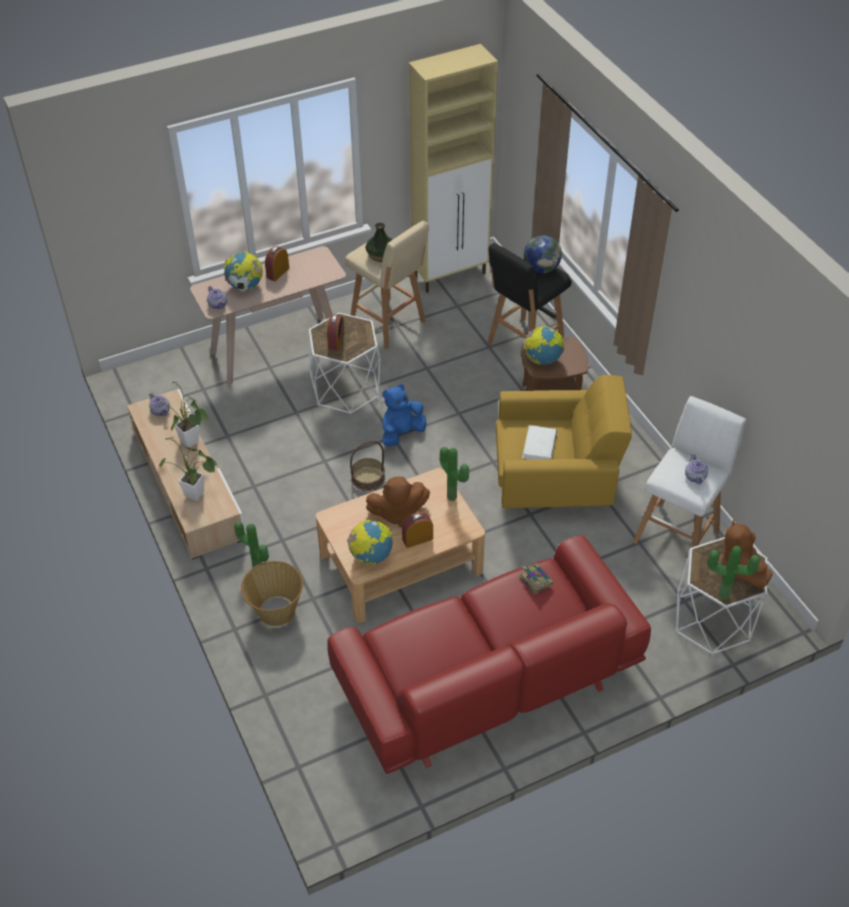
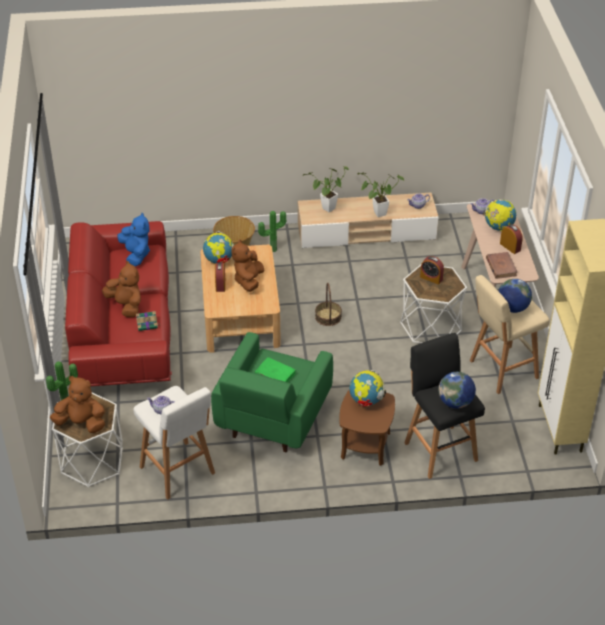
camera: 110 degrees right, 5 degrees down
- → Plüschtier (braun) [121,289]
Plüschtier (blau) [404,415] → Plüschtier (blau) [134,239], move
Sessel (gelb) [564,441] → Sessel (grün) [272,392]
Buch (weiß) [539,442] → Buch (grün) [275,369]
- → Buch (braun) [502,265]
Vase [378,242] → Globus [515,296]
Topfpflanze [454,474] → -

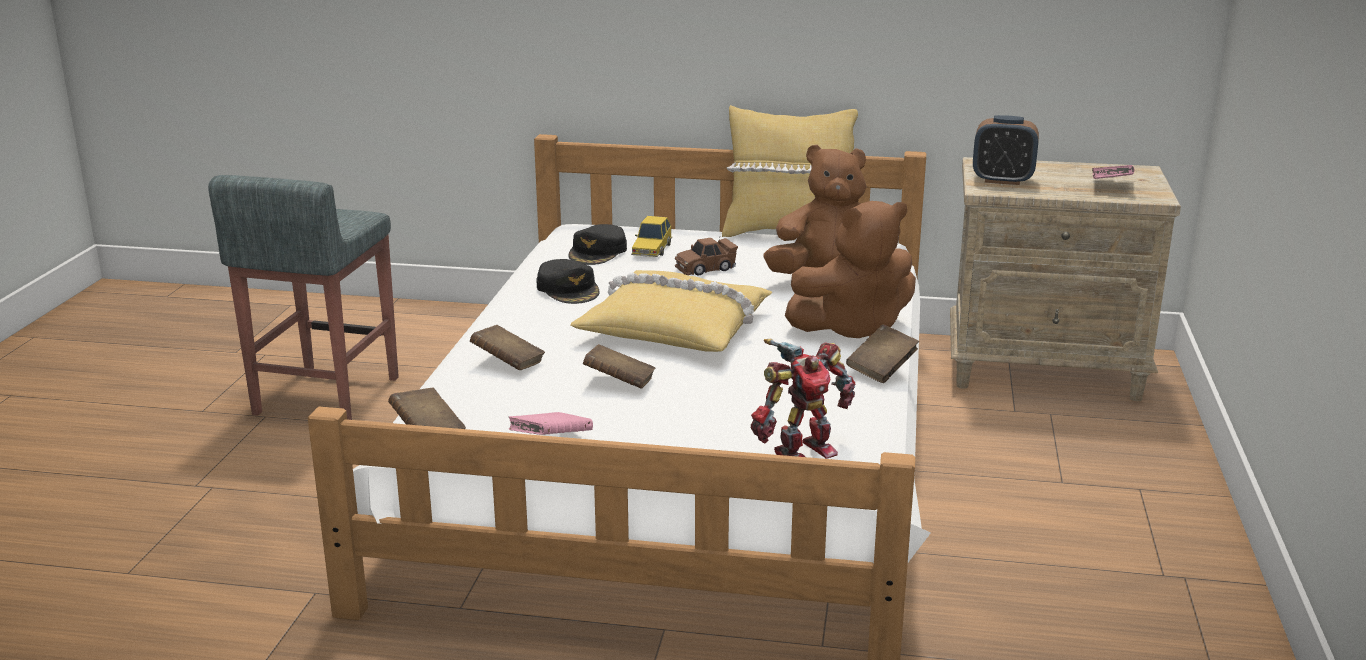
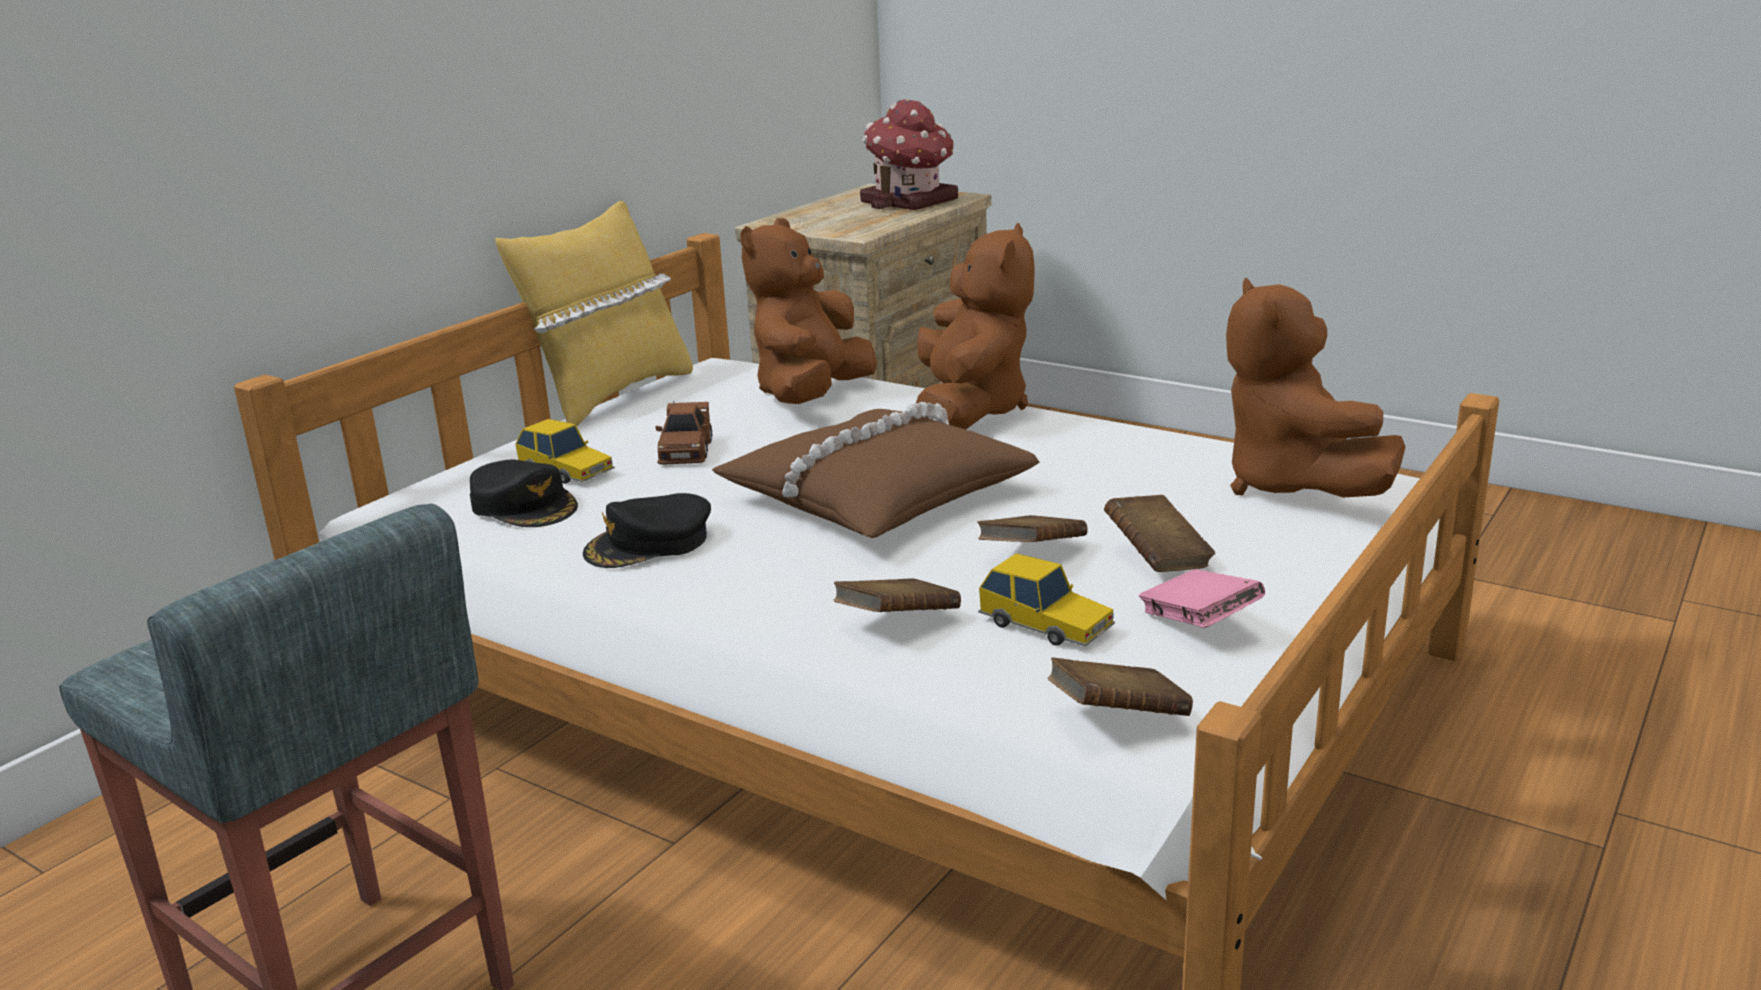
camera: 65 degrees left, 0 degrees up
Kappe (schwarz) [568,281] → Kappe (schwarz) [647,530], 150 degrees clockwise
Kissen (gelb) [671,311] → Kissen (braun) [876,470]
Buch (rosa) [1113,172] → Spielzeughaus [909,154]
- → Spielzeugauto [1046,600]
Buch (braun) [882,354] → Buch (braun) [1159,533], move
Spielzeugroboter [803,398] → Plüschtier (braun) [1315,387]
Wecker [1006,150] → -

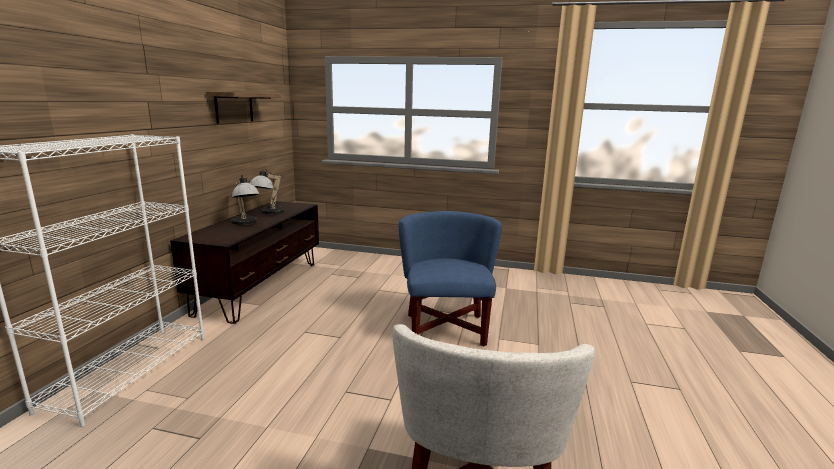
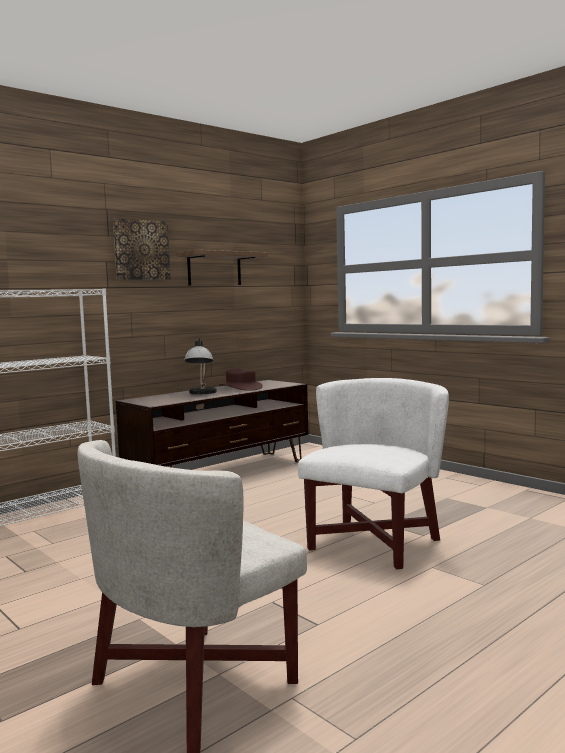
camera: 35 degrees right, 10 degrees down
- → Bild [142,249]
Tischlampe [267,191] → Hut (braun) [241,379]
Sessel (blau) [450,278] → Sessel (weiß) [373,473]

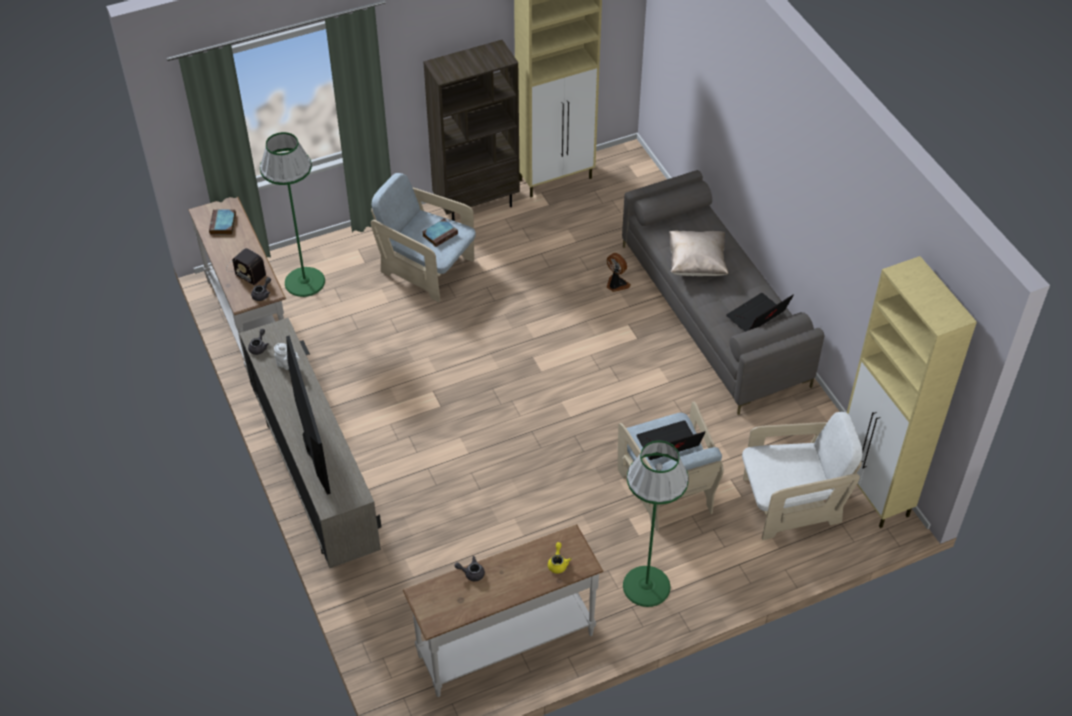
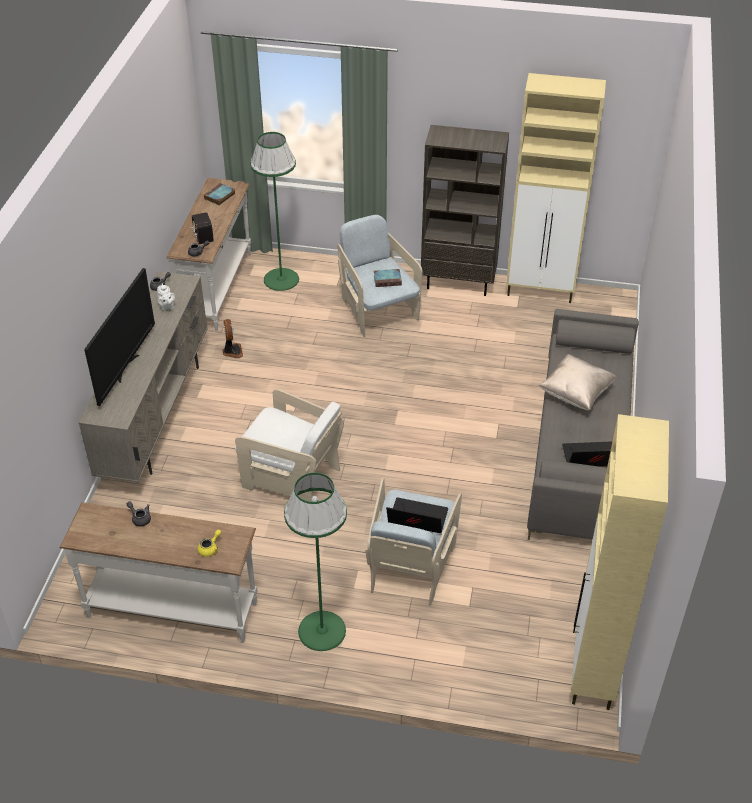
camera: 35 degrees right, 5 degrees down
Ventilator [619,272] → Ventilator [233,338], move
Sessel (weiß) [802,476] → Sessel (weiß) [289,445], move

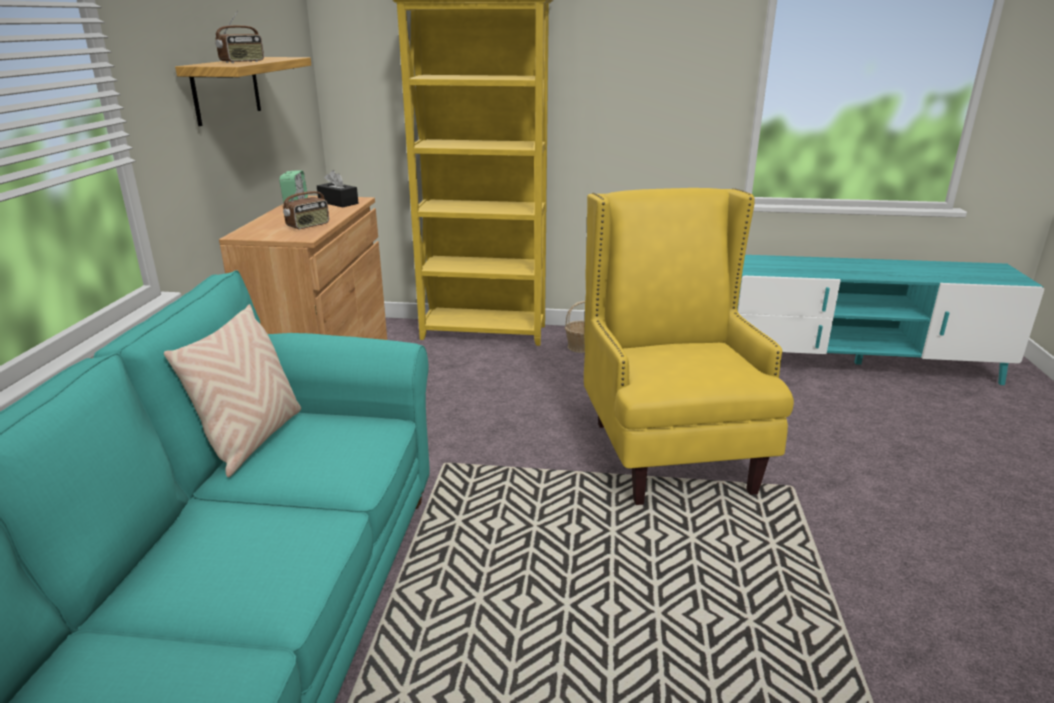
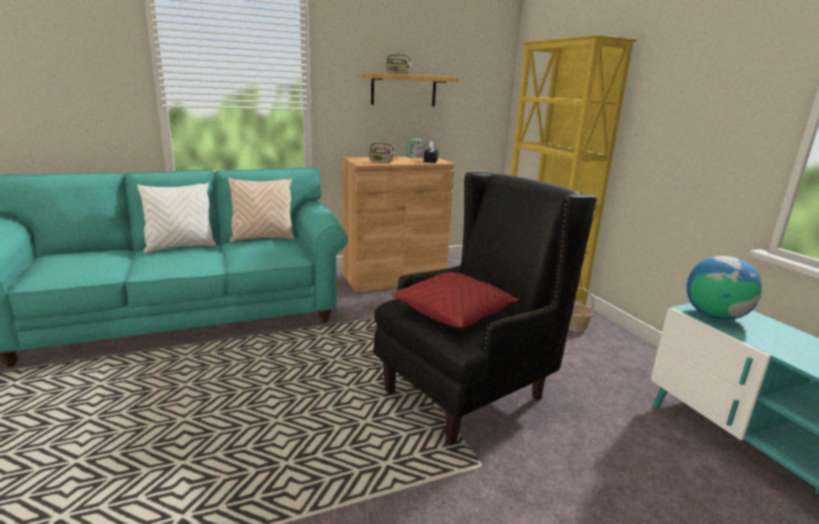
camera: 60 degrees right, 5 degrees down
- → Kissen (weiß) [176,218]
Sessel (gelb) [689,346] → Sessel (schwarz) [485,308]
- → Kissen (rot) [455,300]
- → Globus [724,288]

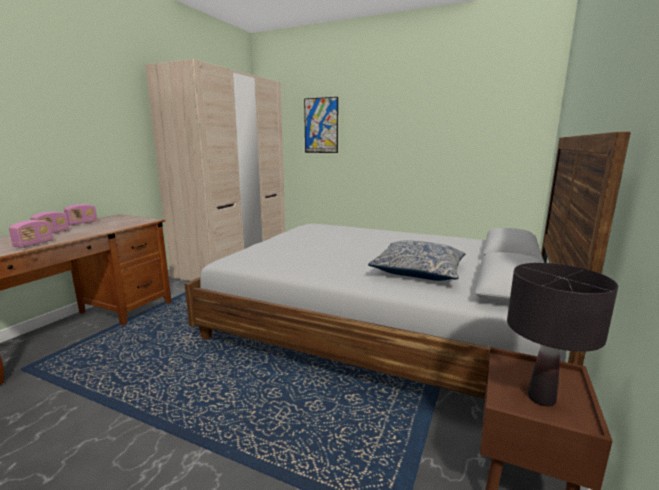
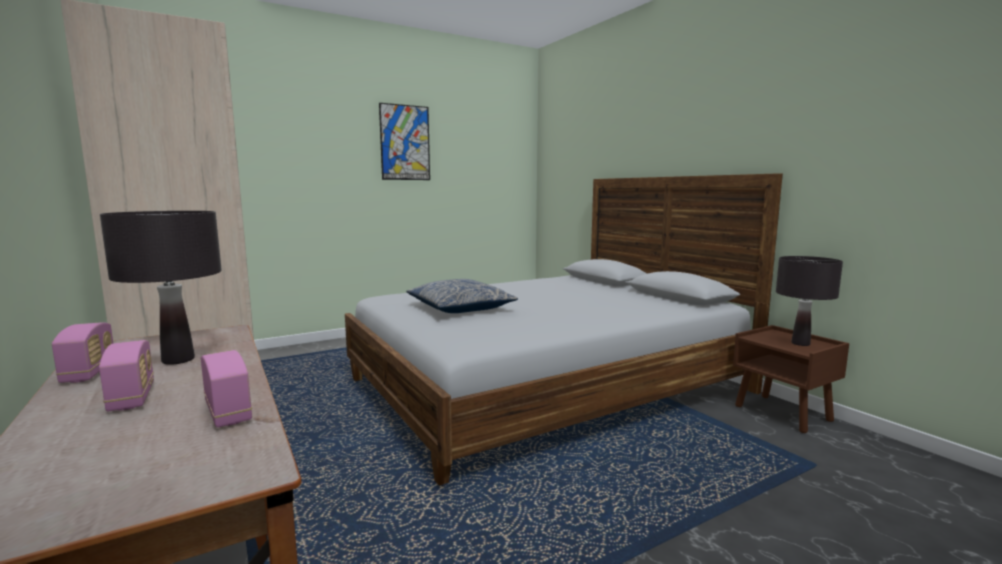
camera: 55 degrees left, 5 degrees down
- → Tischlampe (schwarz) [161,288]
Bild [321,125] → Bild [404,141], move
Kissen [416,260] → Kissen [462,296], move

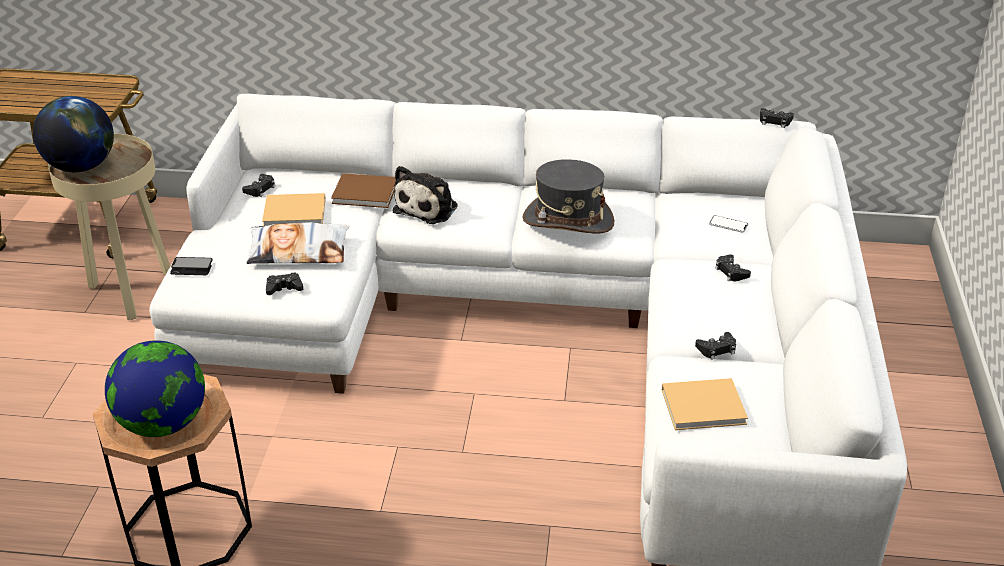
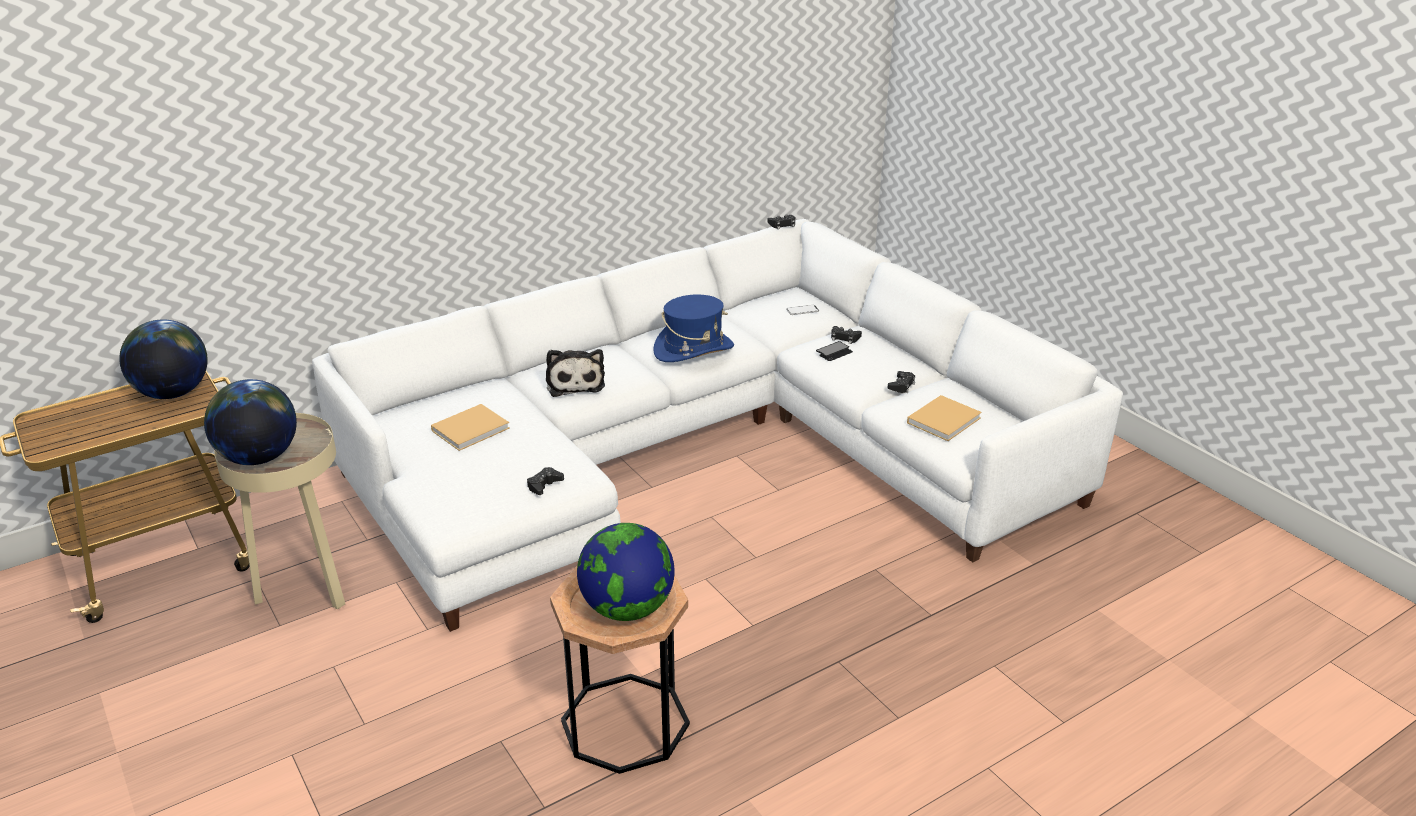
camera: 40 degrees left, 5 degrees down
- → Globus [163,359]
Hut (grau) [568,196] → Hut (blau) [693,328]
Handy [191,266] → Handy [834,351], move
Gamepad (schwarz) [258,185] → -
Kissen [297,243] → -
Buch (braun) [363,190] → -

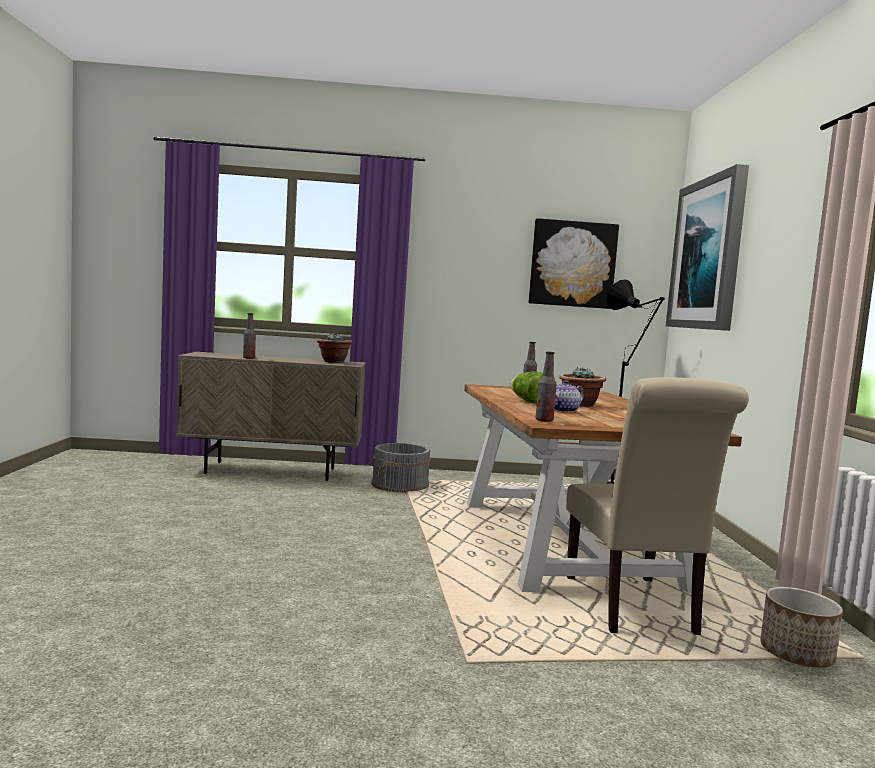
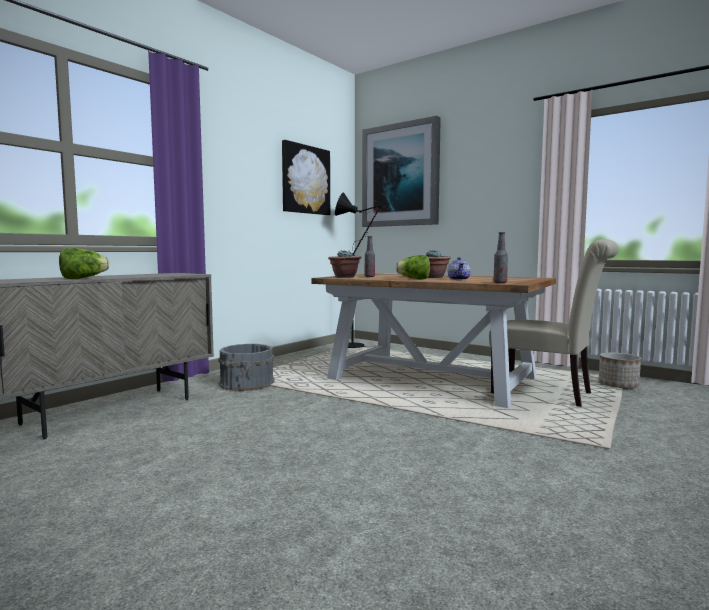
camera: 50 degrees left, 0 degrees up
Flasche [249,336] → Salatkopf [84,263]
Topfpflanze [334,348] → Topfpflanze [344,264], move

